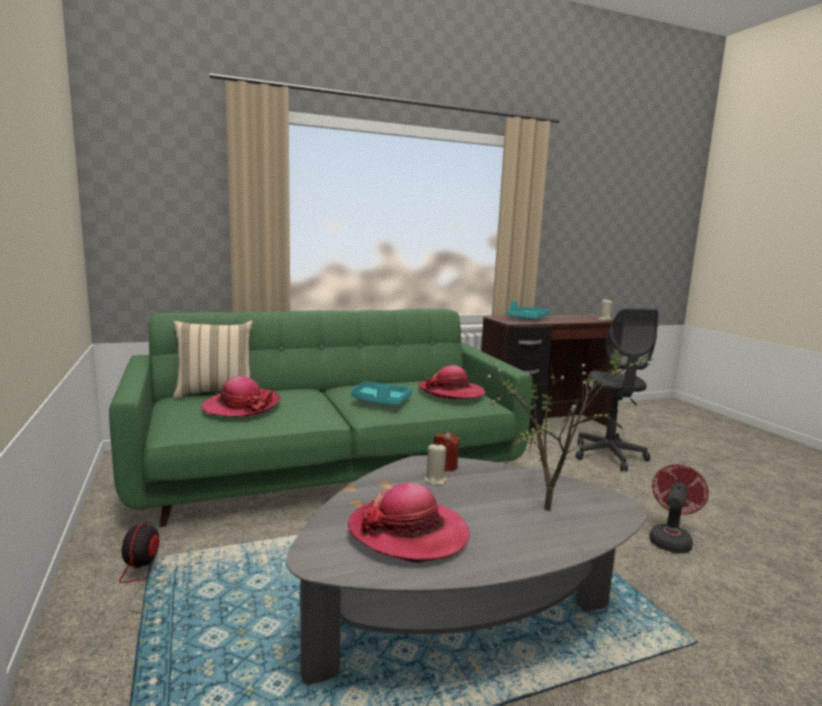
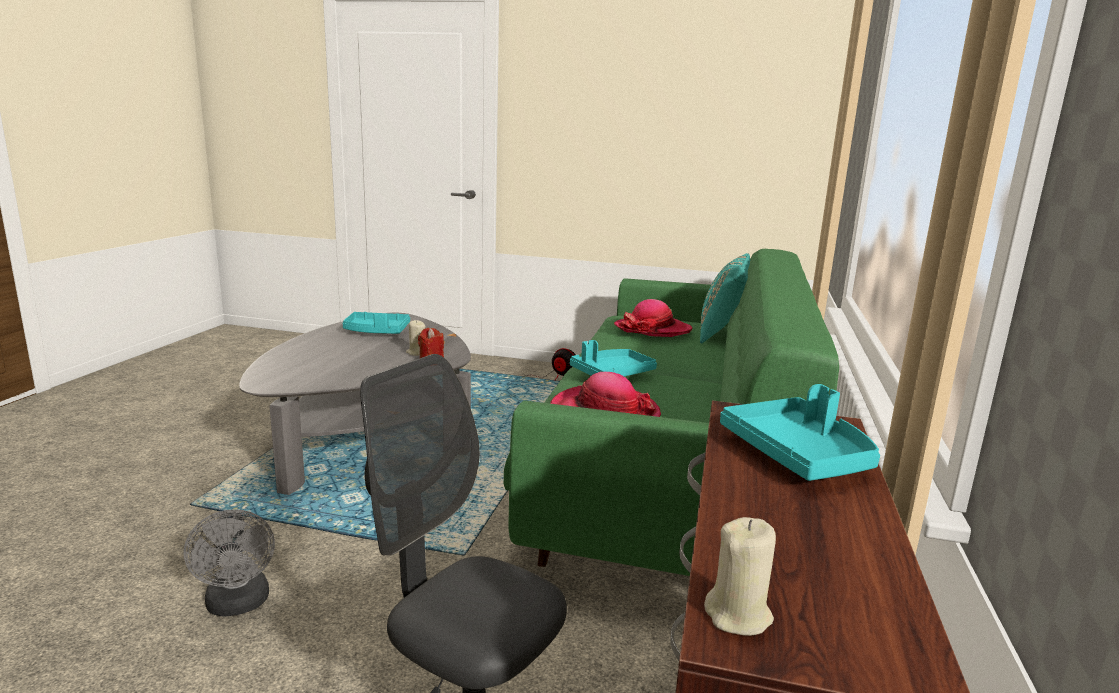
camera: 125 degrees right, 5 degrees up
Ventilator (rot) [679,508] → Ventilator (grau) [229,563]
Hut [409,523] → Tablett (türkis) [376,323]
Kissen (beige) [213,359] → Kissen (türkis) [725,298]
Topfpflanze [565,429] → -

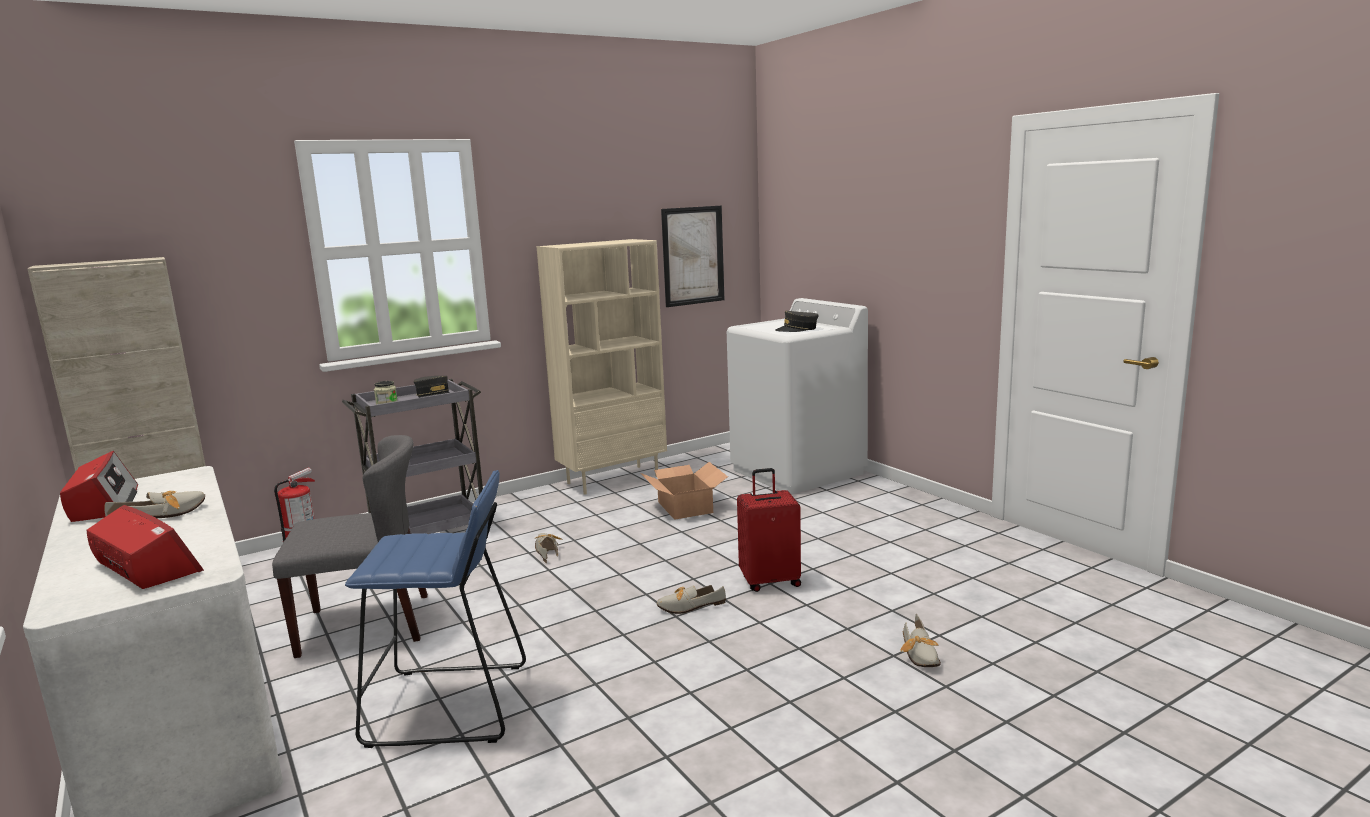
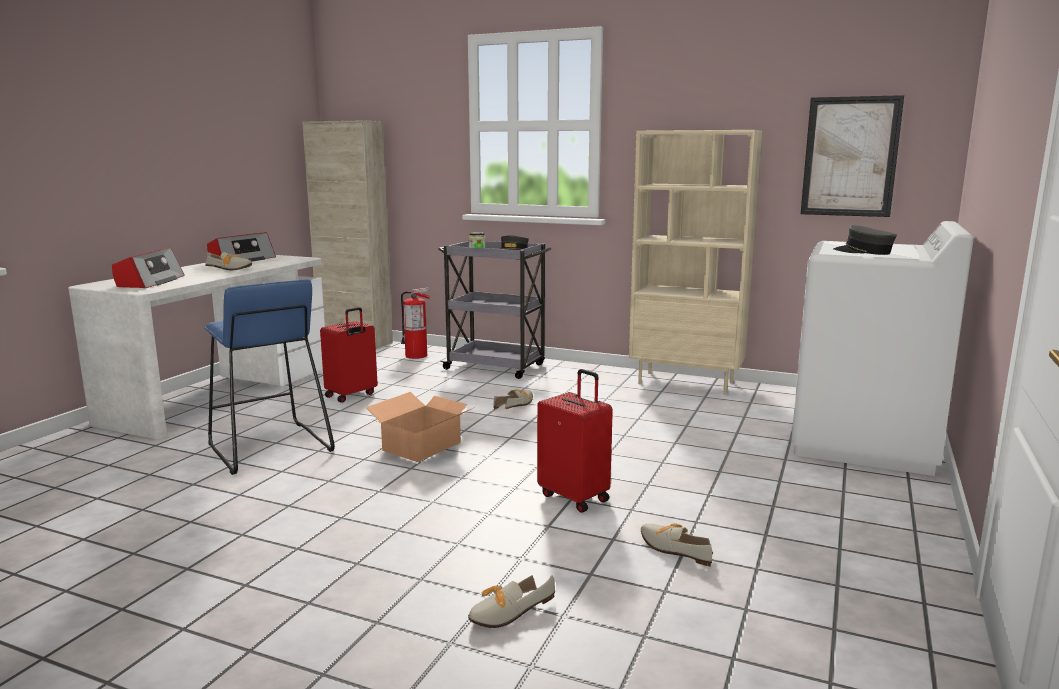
camera: 55 degrees right, 0 degrees up
Stuhl (grau) [350,546] → Koffer (rot) [349,355]
Karton [684,491] → Karton [420,427], move
Schuh [691,599] → Schuh [677,545], move

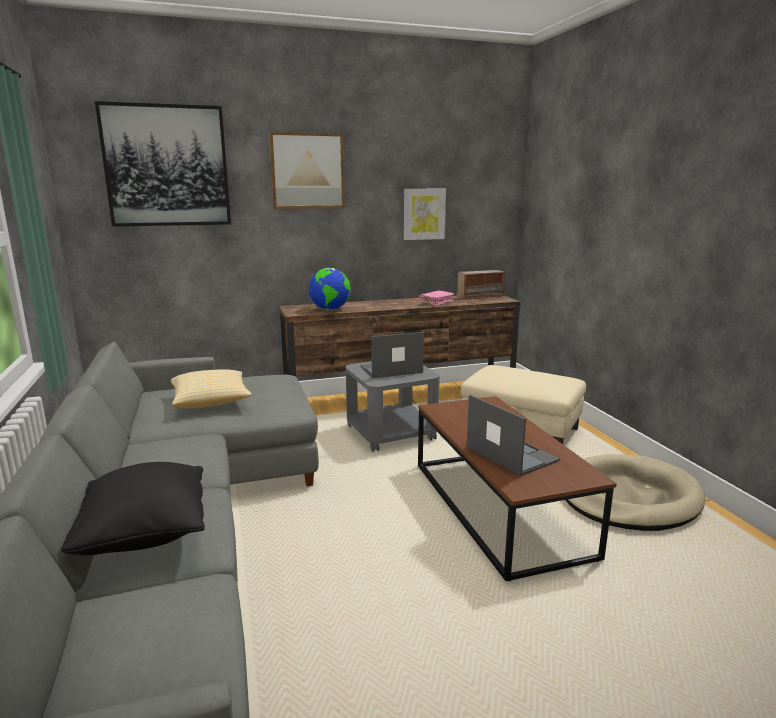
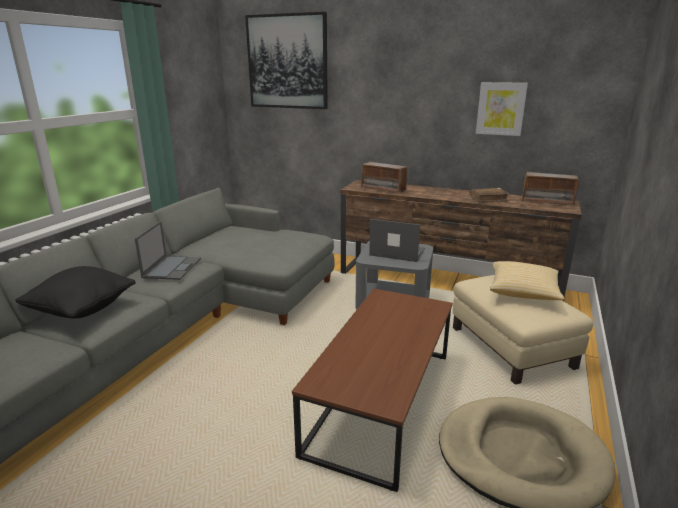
camera: 40 degrees right, 5 degrees up
Laptop [513,435] → Laptop [168,250], move
Globus [330,289] → Radio [384,178]
Buch (rosa) [437,298] → Buch (braun) [489,195]
Kissen [211,388] → Kissen [527,280], move
Bild [307,170] → -

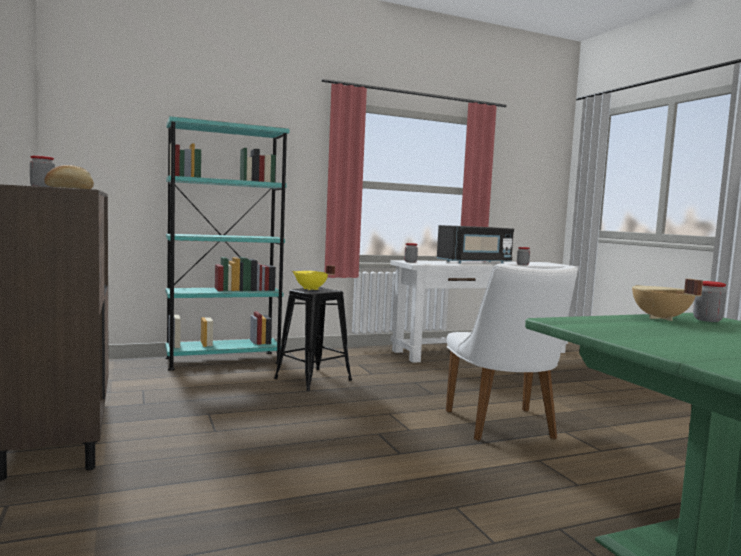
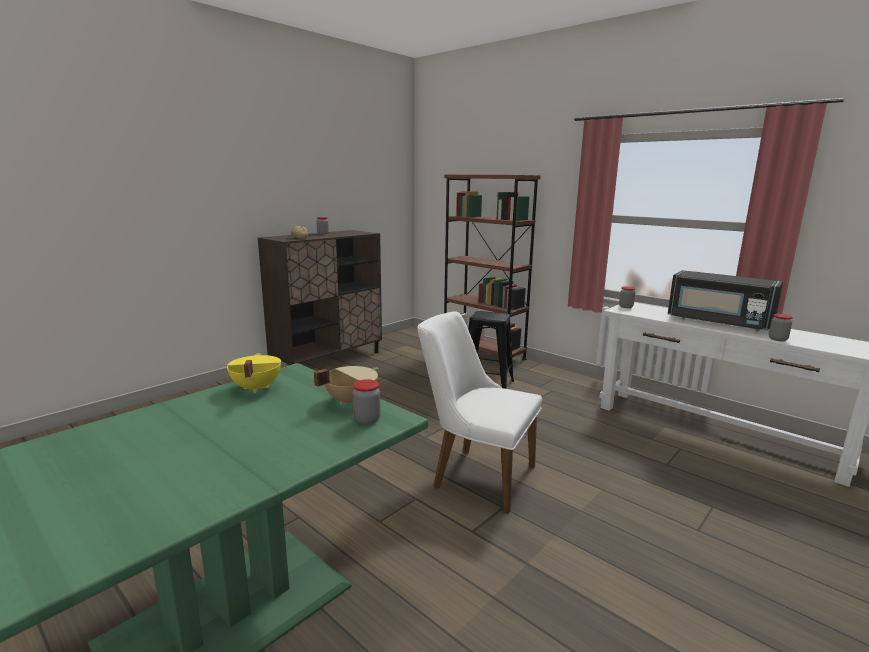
camera: 65 degrees right, 10 degrees up
Kochtopf (gelb) [313,277] → Kochtopf (gelb) [254,373], move
Stuhl (weiß) [511,352] → Stuhl (weiß) [479,412], 60 degrees clockwise
Bücherregal (türkis) [227,243] → Bücherregal (braun) [492,272]

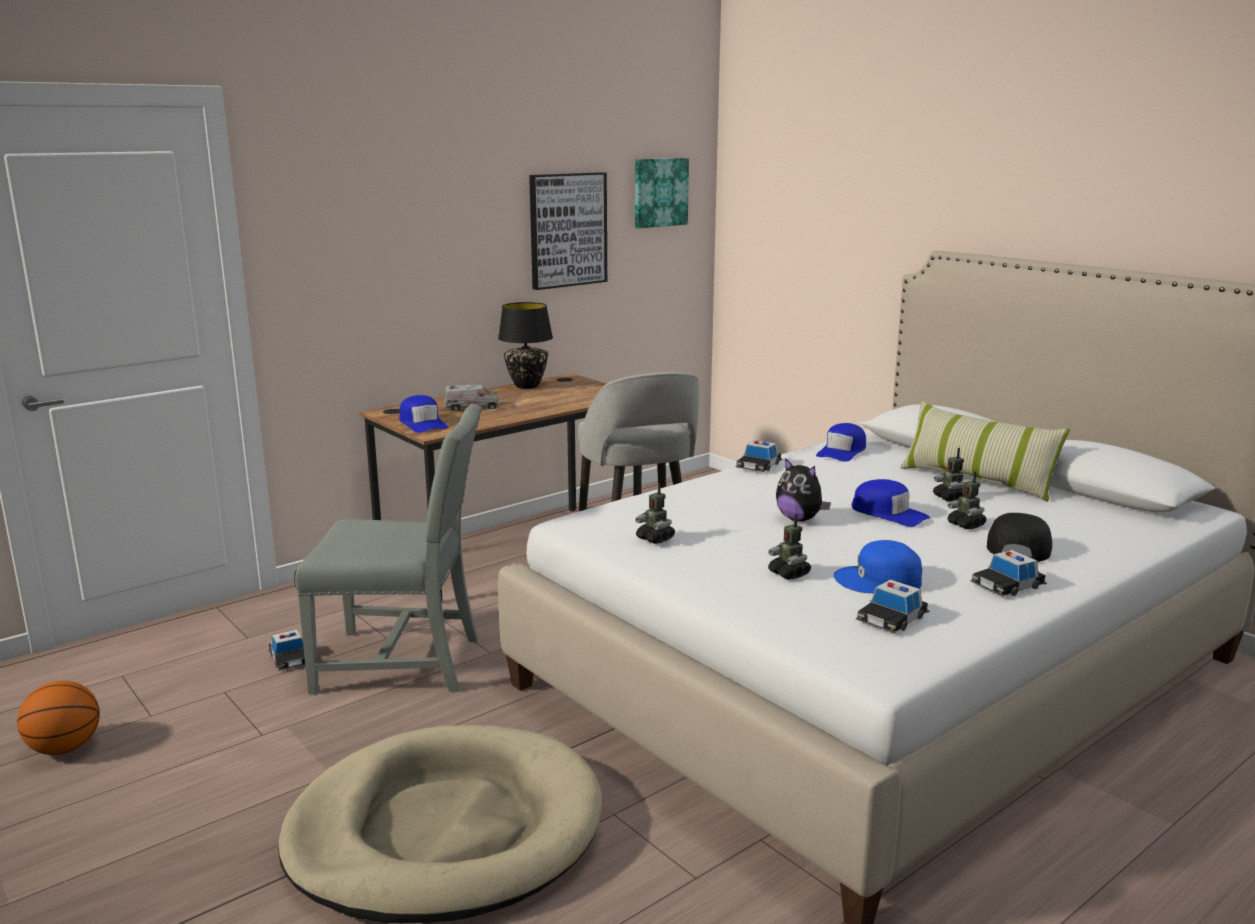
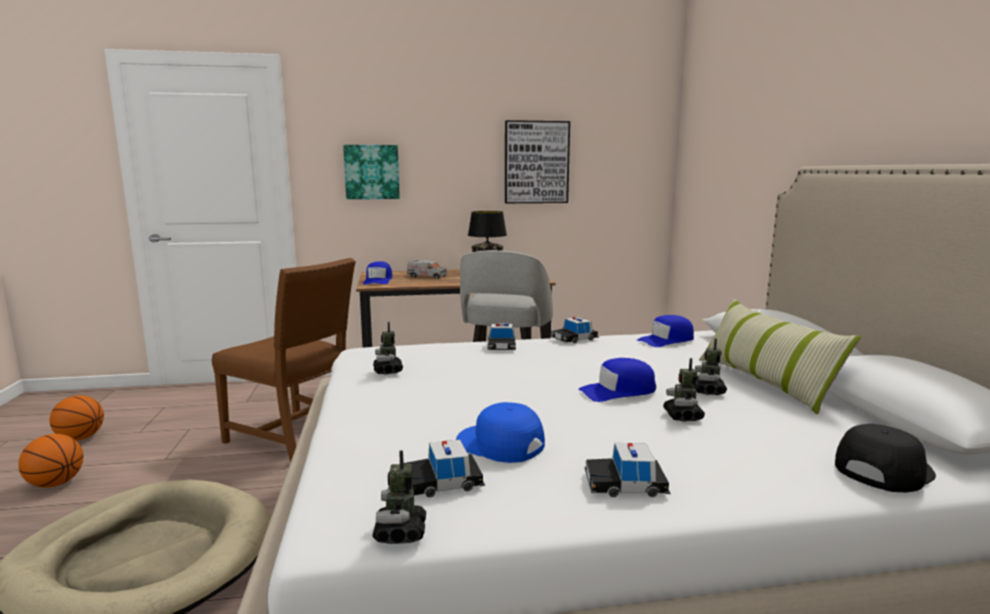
camera: 30 degrees right, 5 degrees down
- → Basketball [51,461]
Stuhl (grau) [388,549] → Stuhl (braun) [284,360]
Bild [662,193] → Bild [371,172], move
Spielzeugroboter [789,547] → Spielzeugroboter [399,497], move
Spielzeugauto [286,650] → Spielzeugauto [502,337], move
Kappe (blau) [890,503] → Kappe (blau) [617,380], 90 degrees clockwise
Kappe (schwarz) [1019,537] → Kappe (schwarz) [885,458], move
Plüschtier [803,490] → -

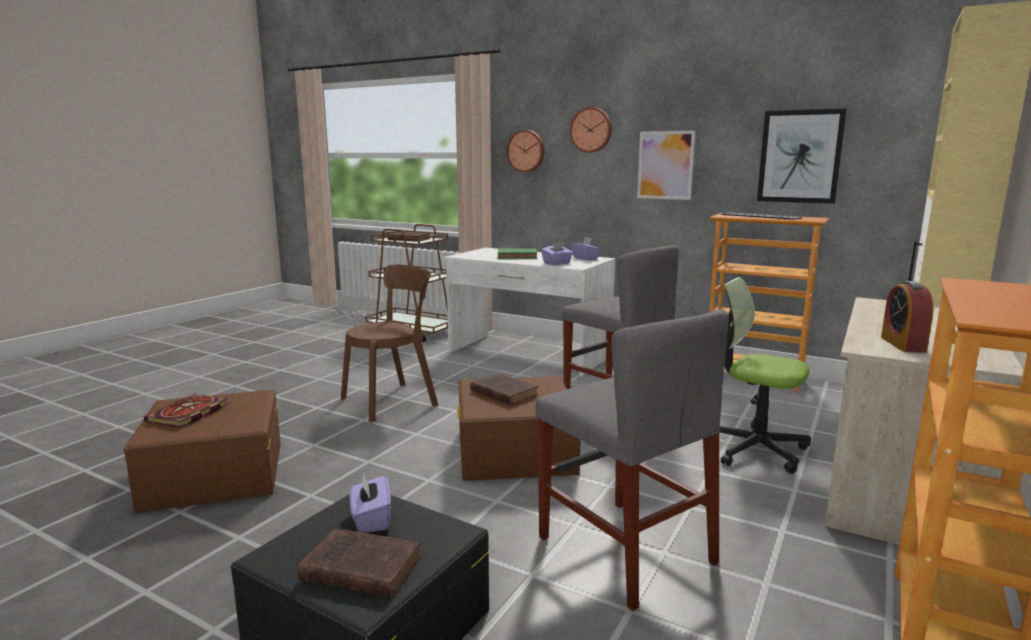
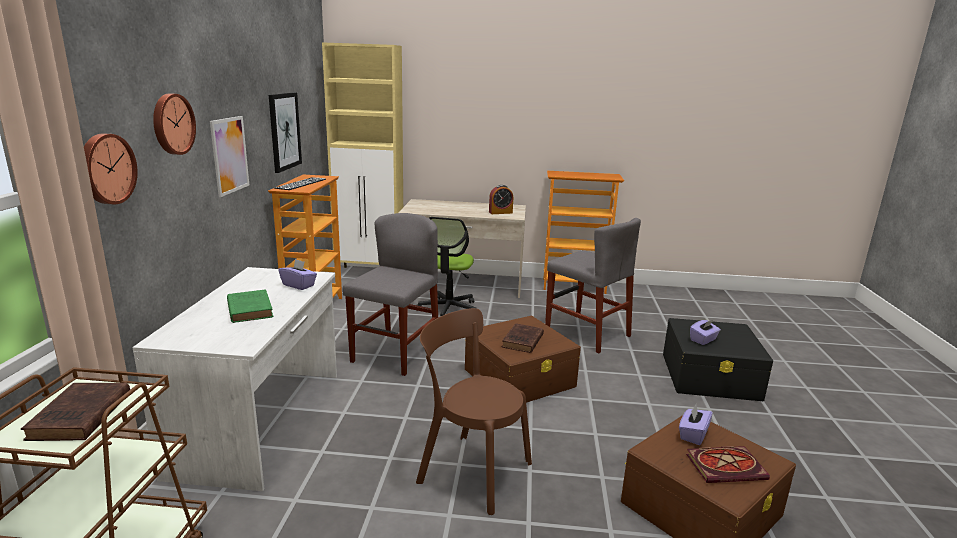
camera: 115 degrees left, 5 degrees up
Stuhl (grau) [632,460] → Stuhl (grau) [593,285], 105 degrees clockwise
Taschentuchbox (lila) [586,248] → Taschentuchbox (lila) [696,424], move
Buch (braun) [359,563] → -

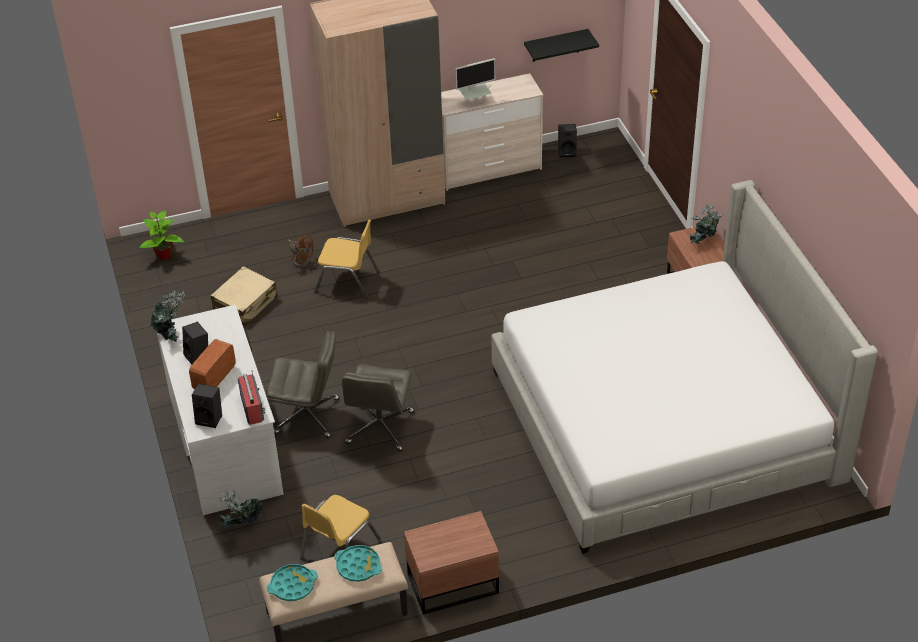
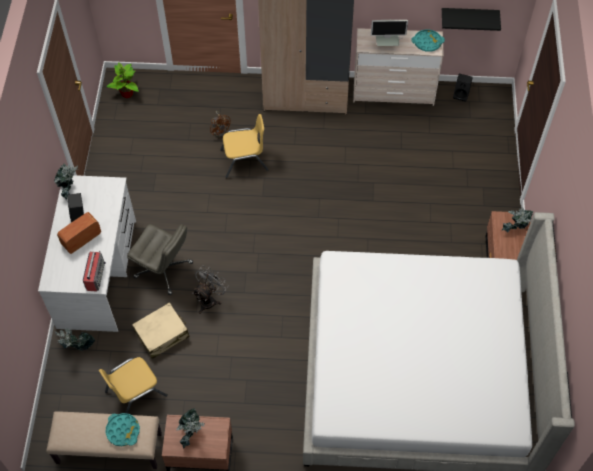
camera: 20 degrees right, 15 degrees up
Koffer (beige) [244,296] → Koffer (beige) [161,330], move
- → Topfpflanze [190,428]
Bürostuhl (grau) [378,408] → Ventilator (grau) [210,290]
Stuhl (gelb) [346,259] → Stuhl (gelb) [244,146], 45 degrees counterclockwise
Tablett (türkis) [292,582] → Tablett (türkis) [428,40], move
Lautsprecher (schwarz) [207,406] → -

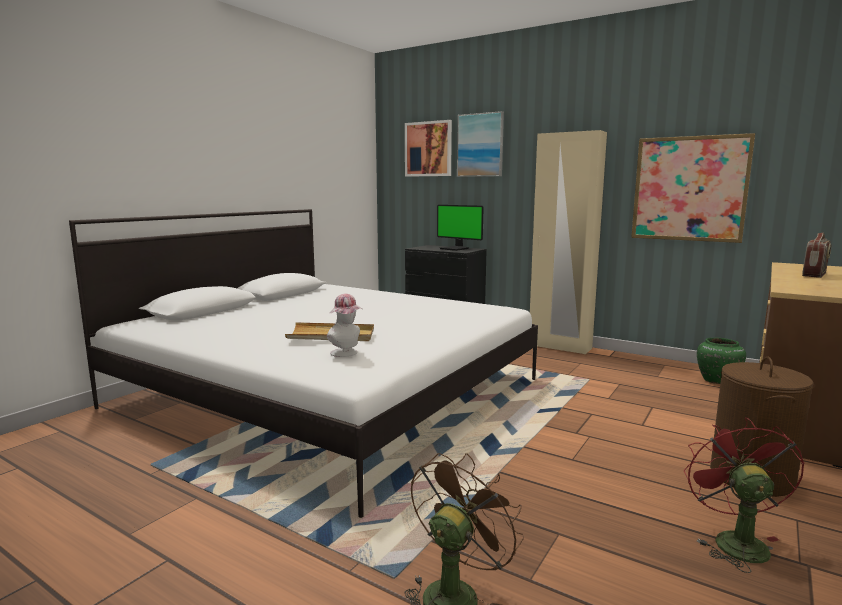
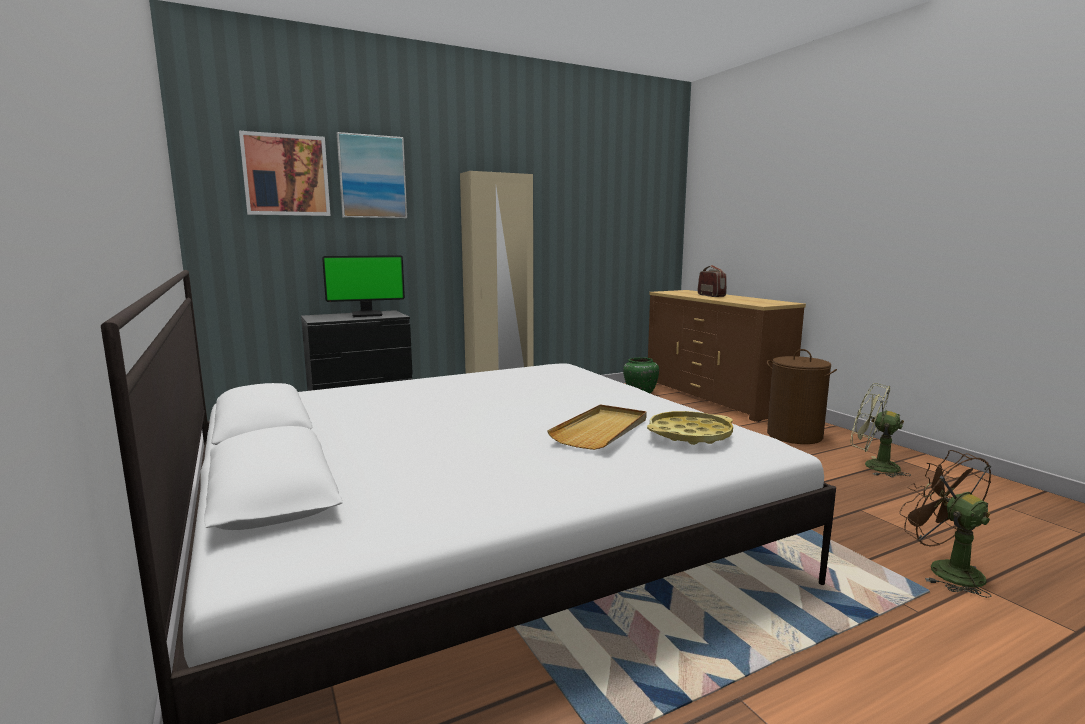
camera: 60 degrees left, 0 degrees up
Hut [345,325] → Tablett (gelb) [690,428]
Ventilator (rot) [744,495] → Ventilator (grün) [880,430]
Bild [693,188] → -

